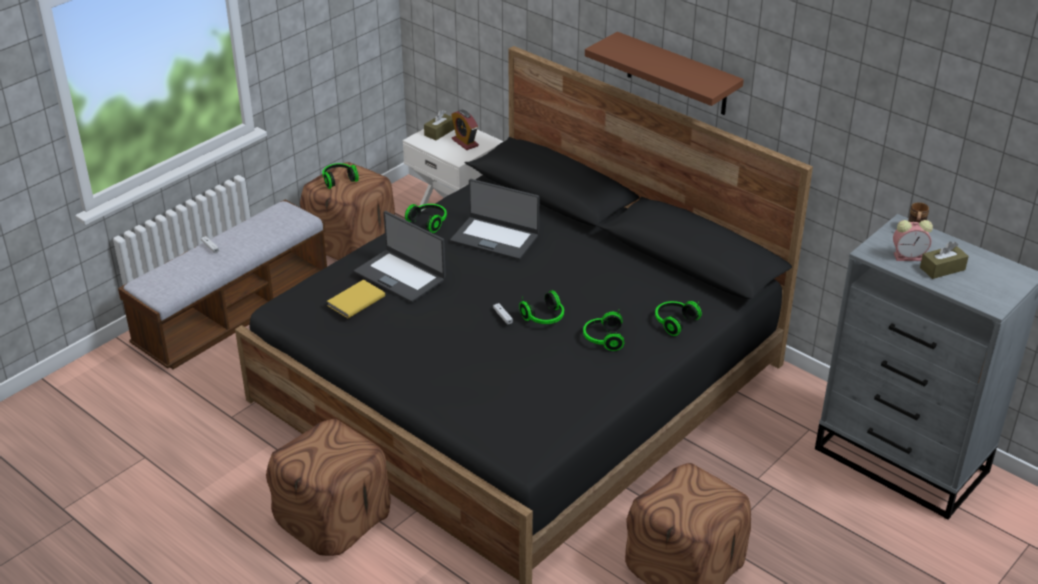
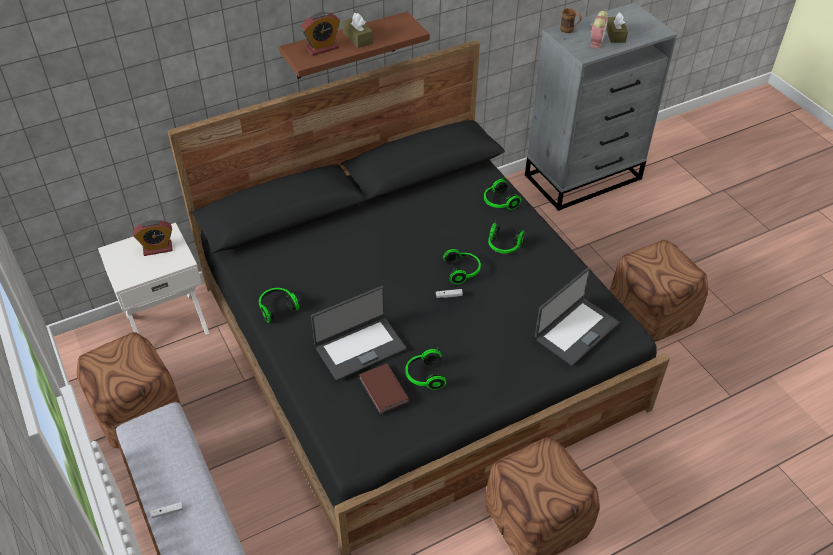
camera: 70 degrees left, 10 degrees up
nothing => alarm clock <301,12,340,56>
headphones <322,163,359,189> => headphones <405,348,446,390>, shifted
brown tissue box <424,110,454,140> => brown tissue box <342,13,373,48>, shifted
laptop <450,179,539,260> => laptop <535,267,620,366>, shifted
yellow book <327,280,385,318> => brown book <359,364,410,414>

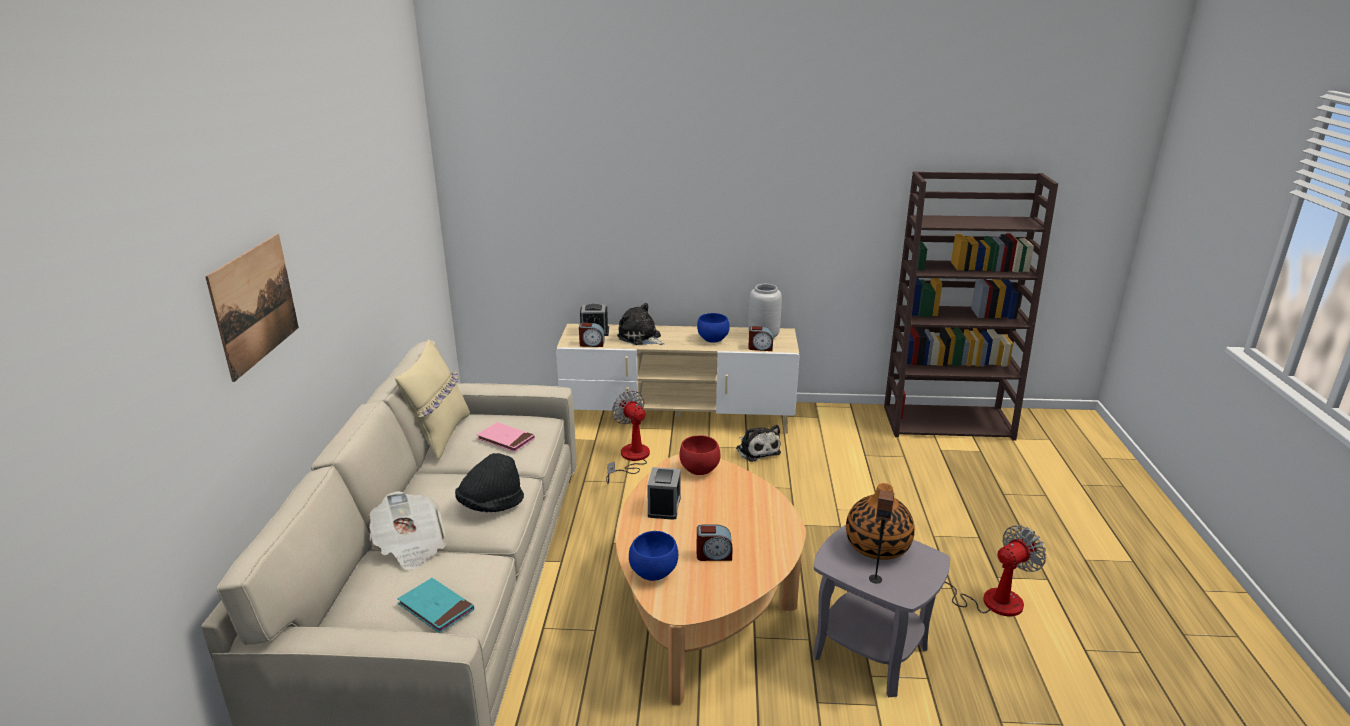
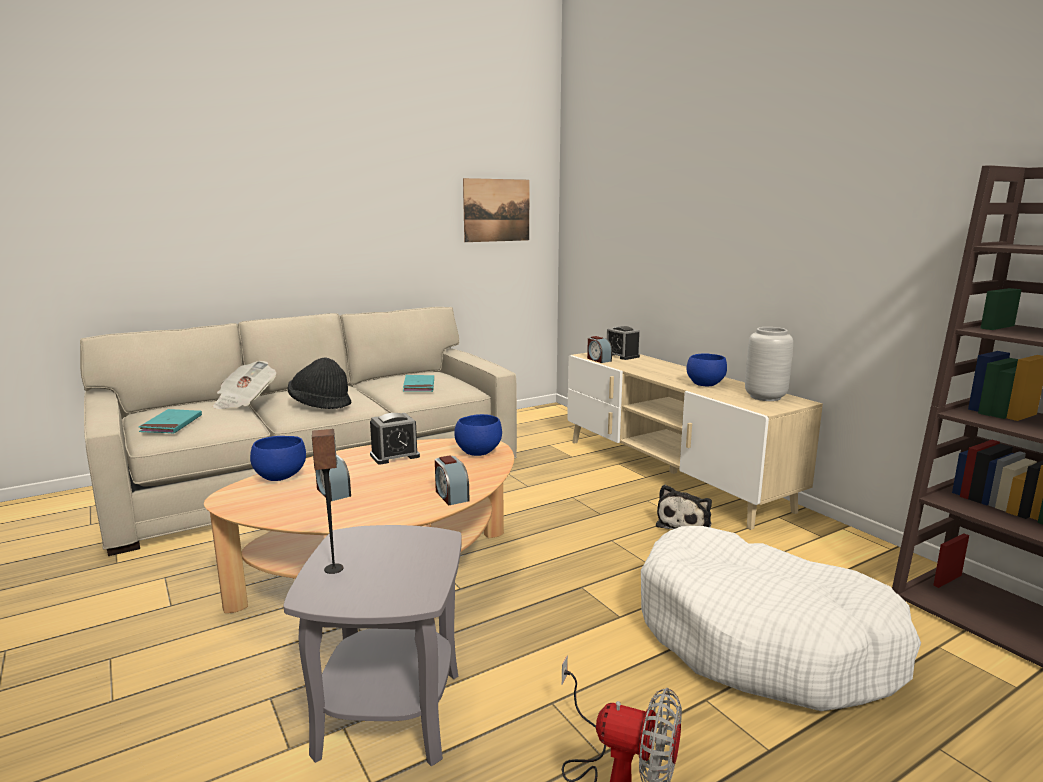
camera: 55 degrees right, 10 degrees down
beige pillow <395,339,470,461> => nothing
fan <606,390,650,484> => nothing
plush toy <617,303,665,345> => nothing
vase <846,483,915,560> => nothing
nothing => white dog bed <641,526,921,711>
picture <205,234,299,382> => picture <463,178,529,242>, shifted
alarm clock <748,326,773,351> => alarm clock <435,455,470,505>, shifted
pink book <477,422,535,452> => turquoise book <403,375,434,392>
red bowl <680,435,720,475> => blue bowl <454,414,502,456>

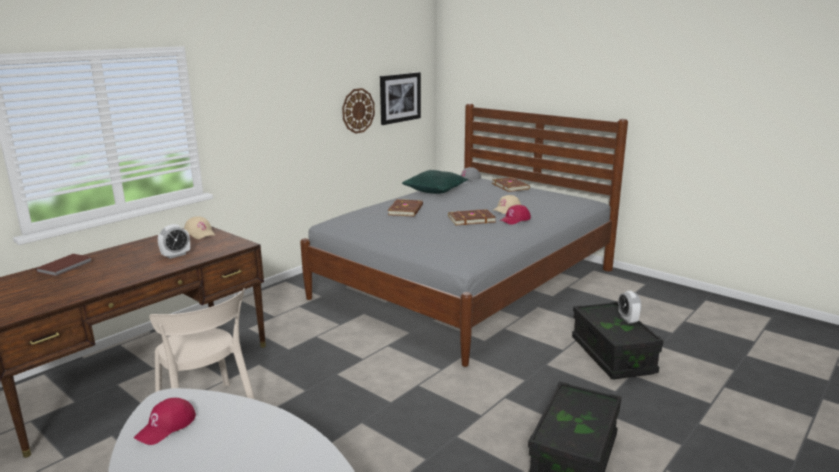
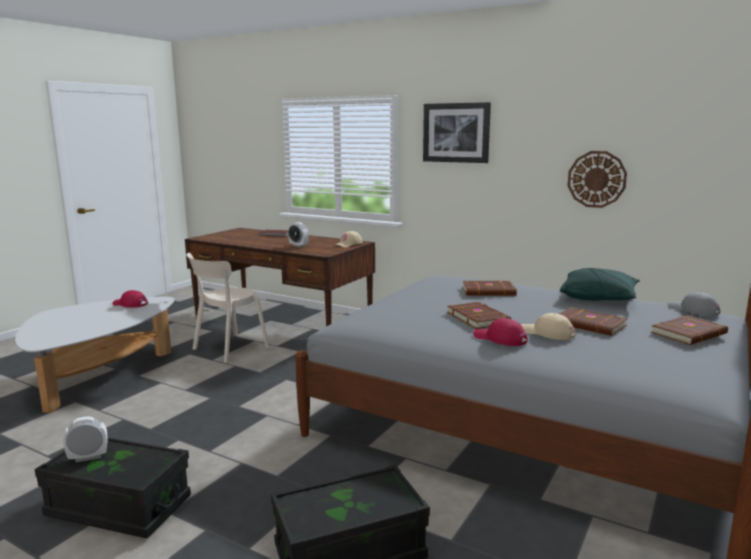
camera: 80 degrees right, 5 degrees down
nothing => brown book <559,307,628,336>
picture <380,72,421,125> => picture <423,102,491,163>, shifted
alarm clock <618,291,641,324> => alarm clock <63,416,107,463>, shifted

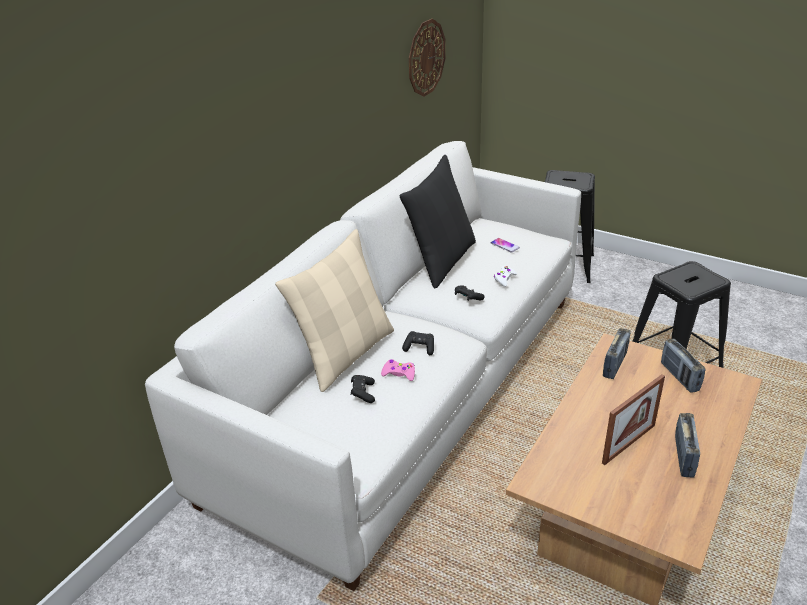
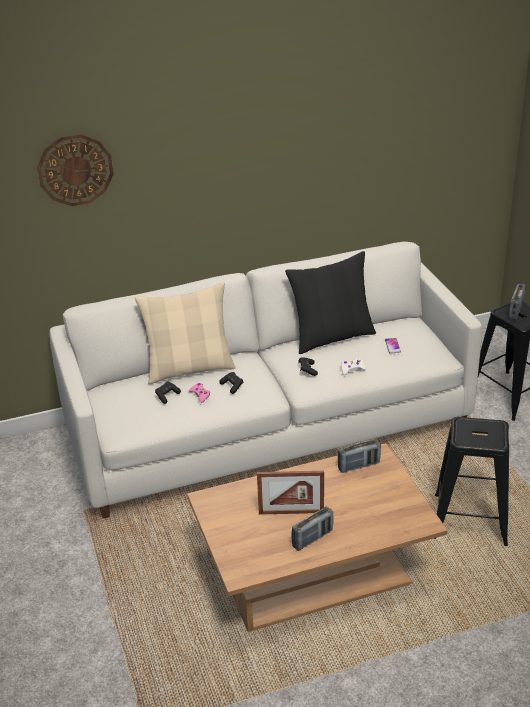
camera: 40 degrees right, 0 degrees up
wall clock <409,19,445,97> => wall clock <37,134,114,206>, shifted
radio <661,339,705,393> => radio <509,283,525,320>, shifted

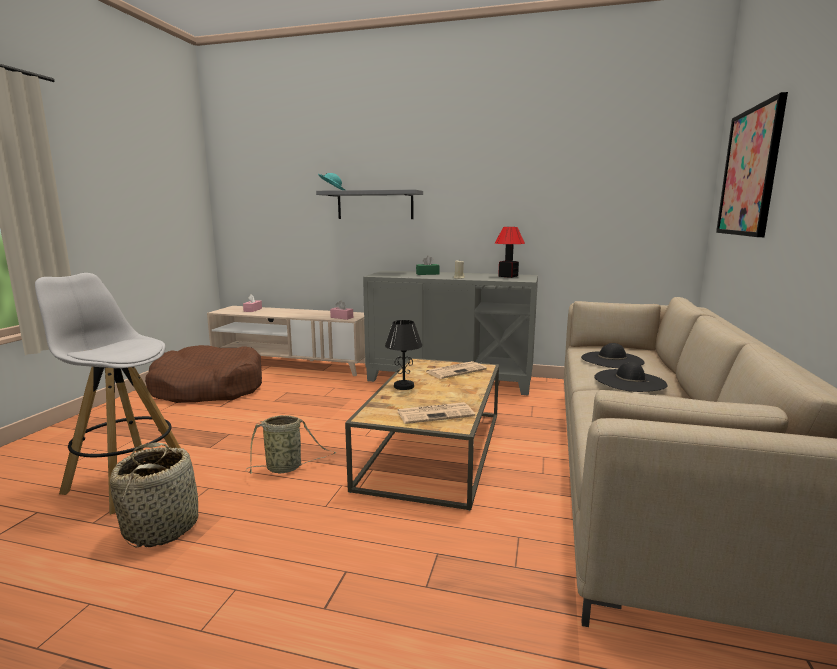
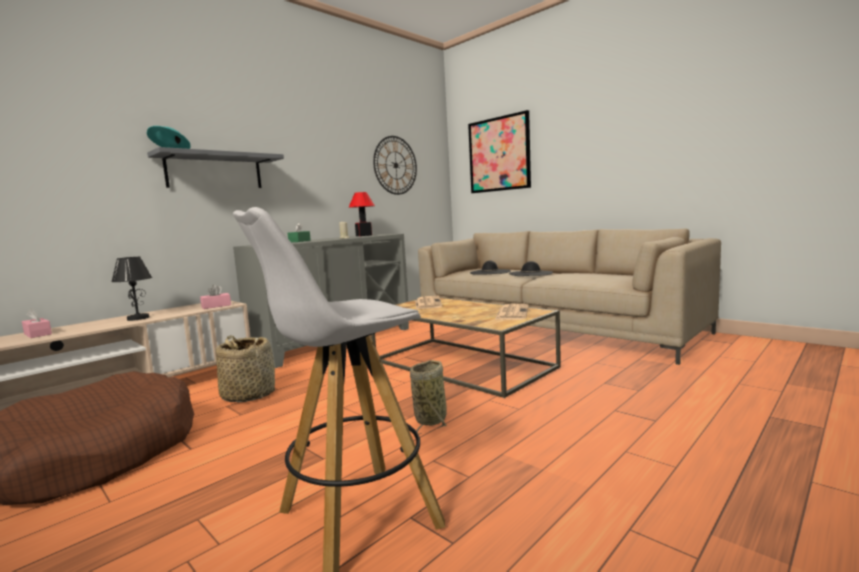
camera: 60 degrees left, 5 degrees down
nothing => wall clock <373,136,417,195>
basket <110,442,198,547> => basket <216,335,275,402>, shifted
black table lamp <385,320,422,390> => black table lamp <112,257,152,321>, shifted

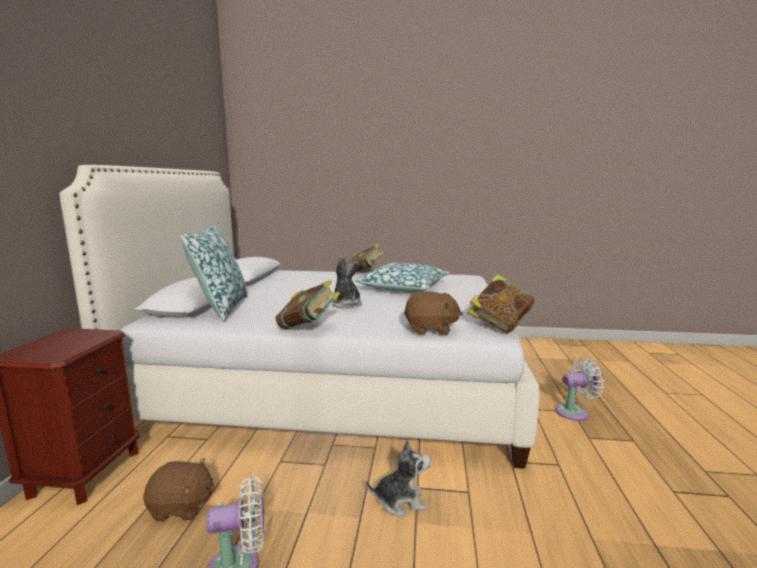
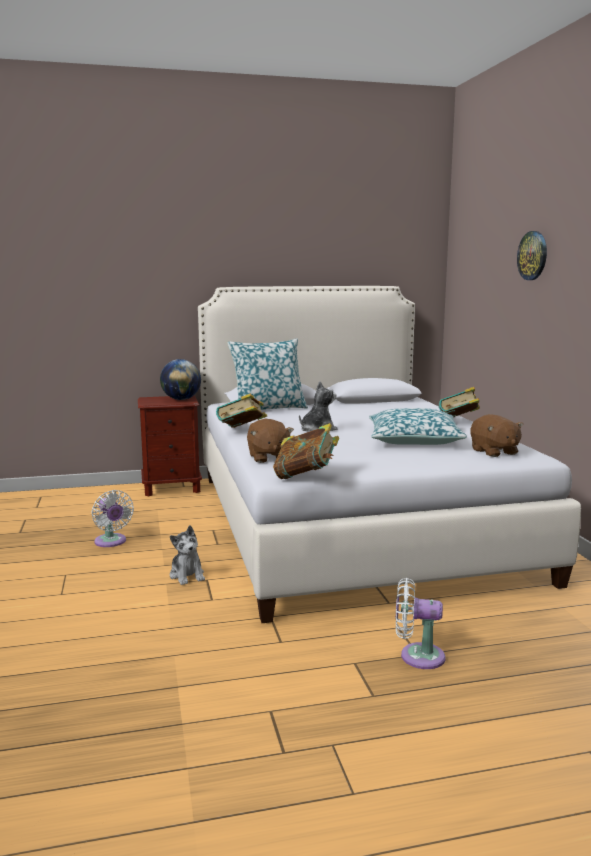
camera: 70 degrees right, 0 degrees up
nothing => globe <160,359,201,400>
nothing => wall clock <517,231,547,280>
brown plush toy <143,458,216,521> => brown plush toy <471,414,524,457>, shifted
white fan <556,358,605,421> => white fan <396,578,445,669>, 135 degrees clockwise

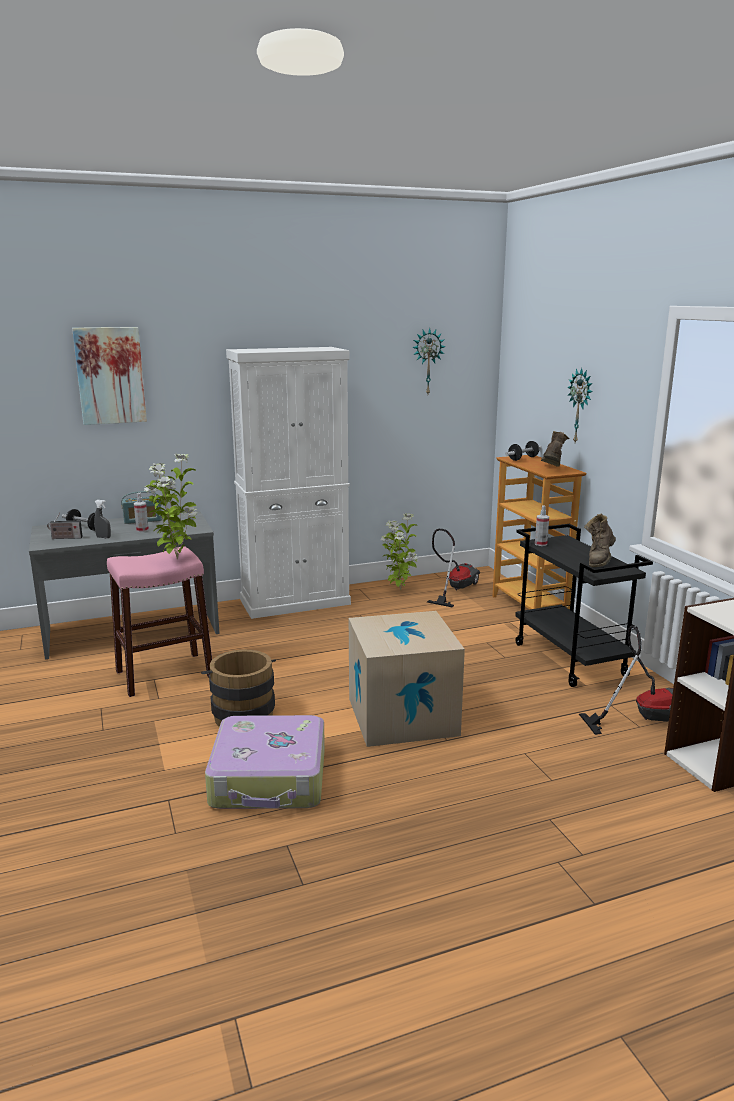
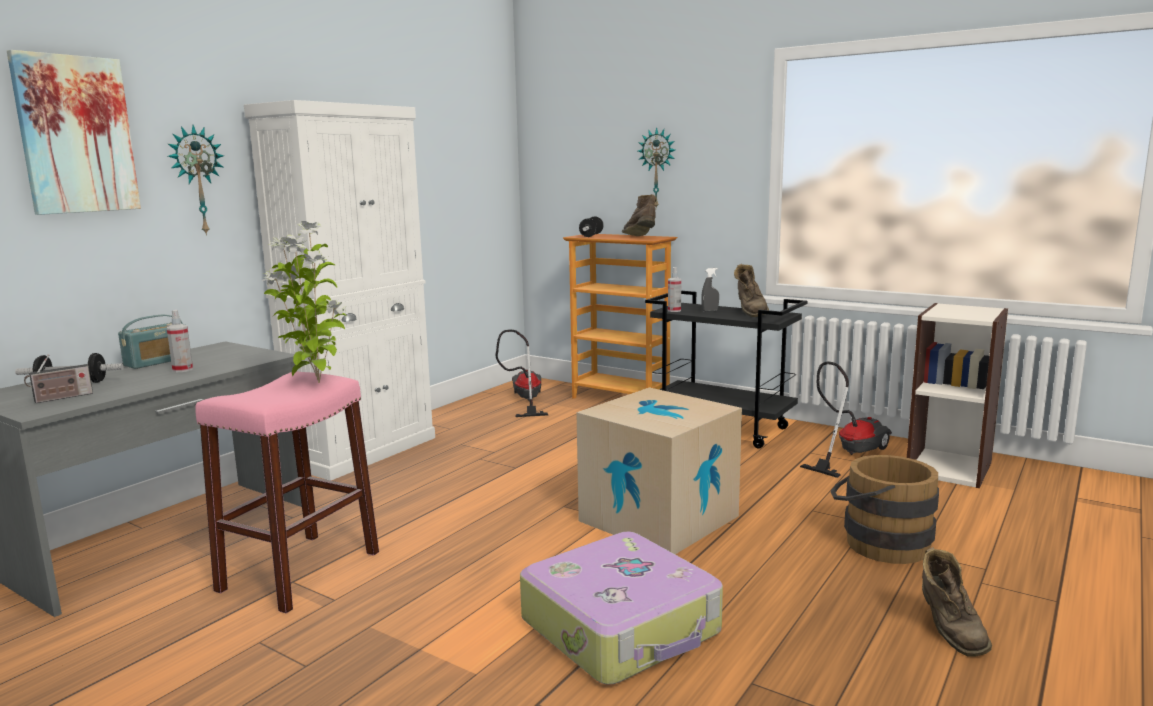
camera: 35 degrees left, 5 degrees down
potted plant <381,513,418,591> => nothing
nothing => brown boot <922,547,992,656>
grey spray bottle <94,500,111,538> => grey spray bottle <701,268,719,312>, shifted
brown bucket <201,649,276,727> => brown bucket <830,455,939,564>, shifted
wall clock <412,328,446,394> => wall clock <168,125,224,236>, shifted

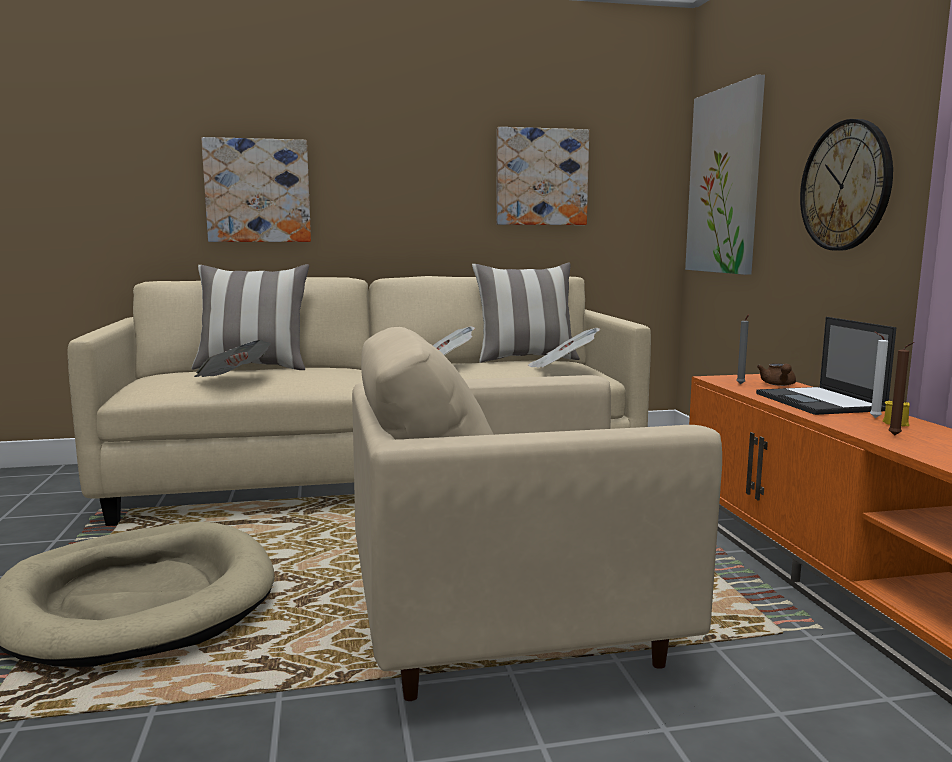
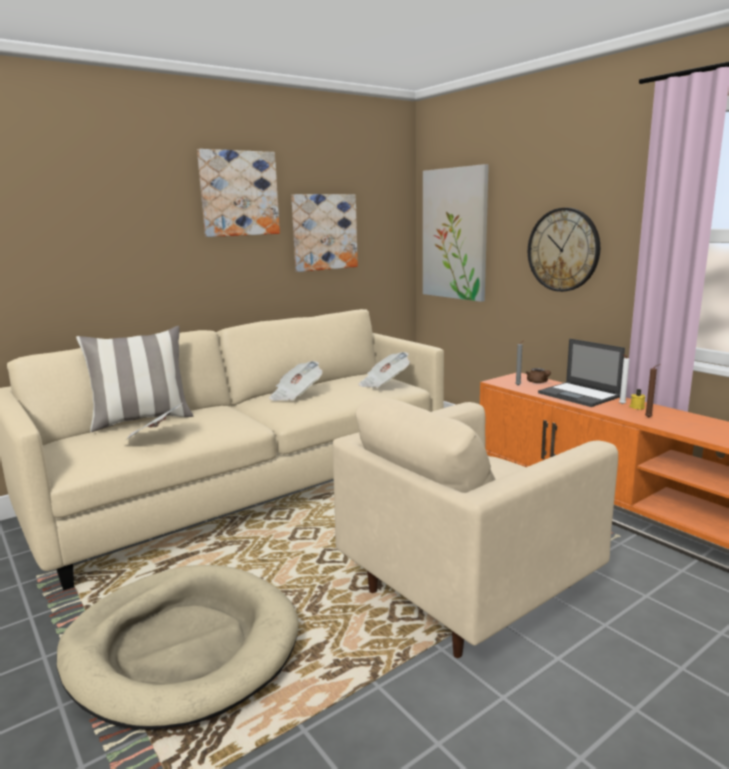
camera: 25 degrees left, 5 degrees up
pillow <472,262,580,363> => nothing
picture <201,137,311,242> => picture <197,149,280,237>, shifted

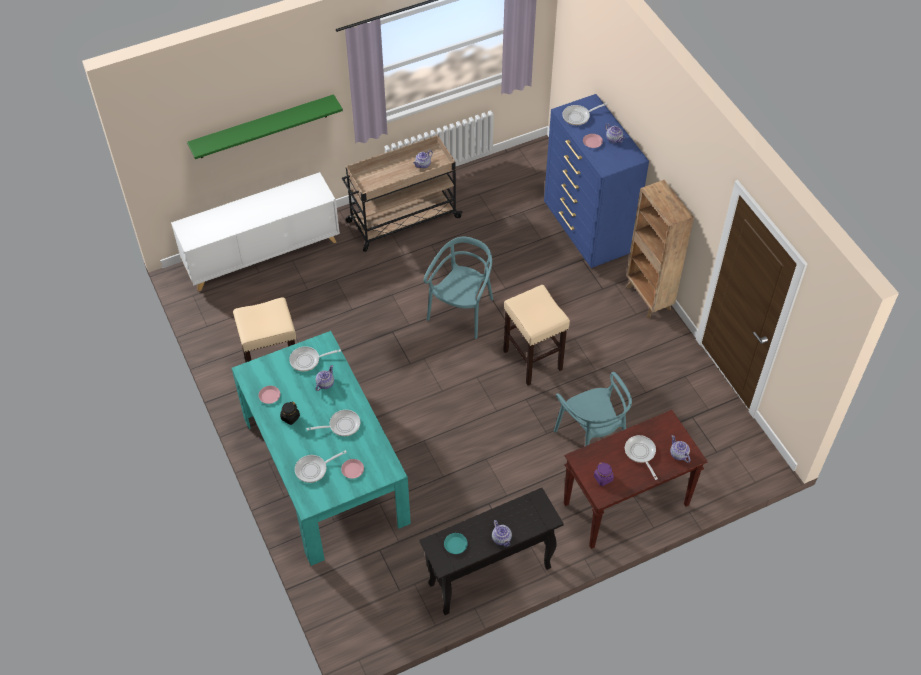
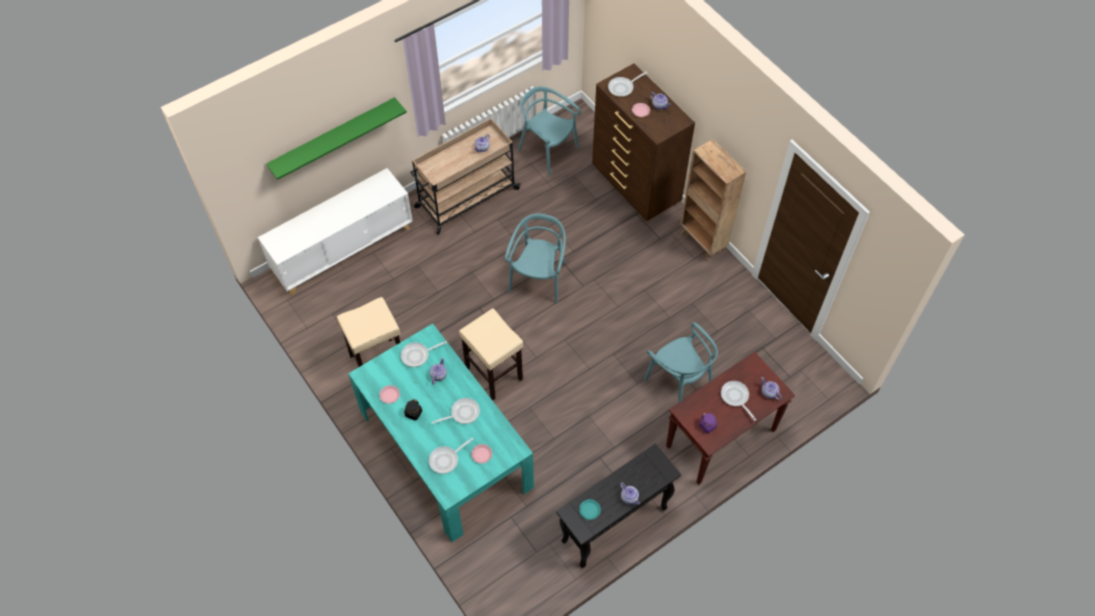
camera: 10 degrees left, 5 degrees up
nothing => turquoise chair <518,86,581,176>
beige stool <503,285,570,385> => beige stool <459,308,523,400>, shifted
blue dresser <544,94,649,268> => brown dresser <592,63,695,221>

